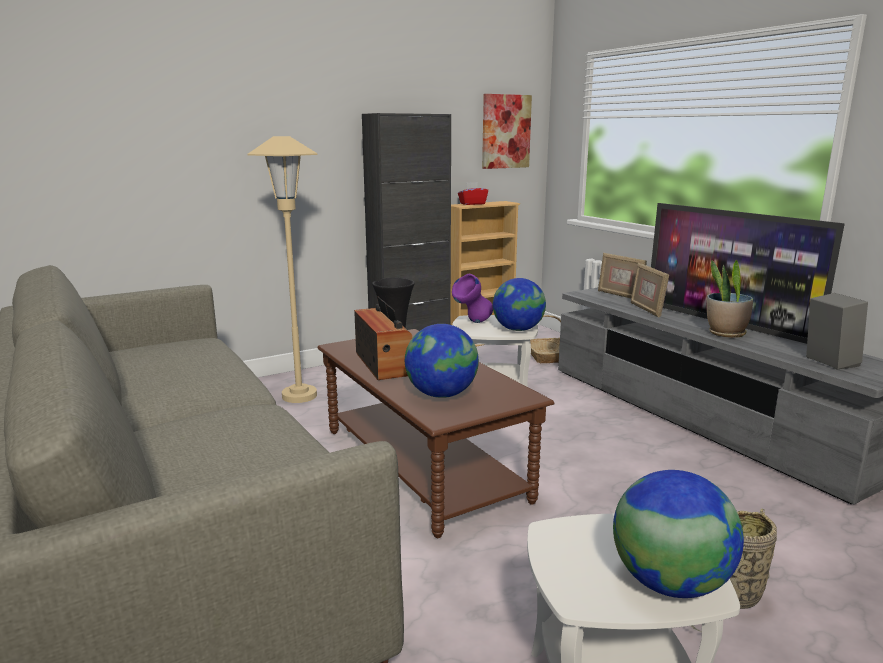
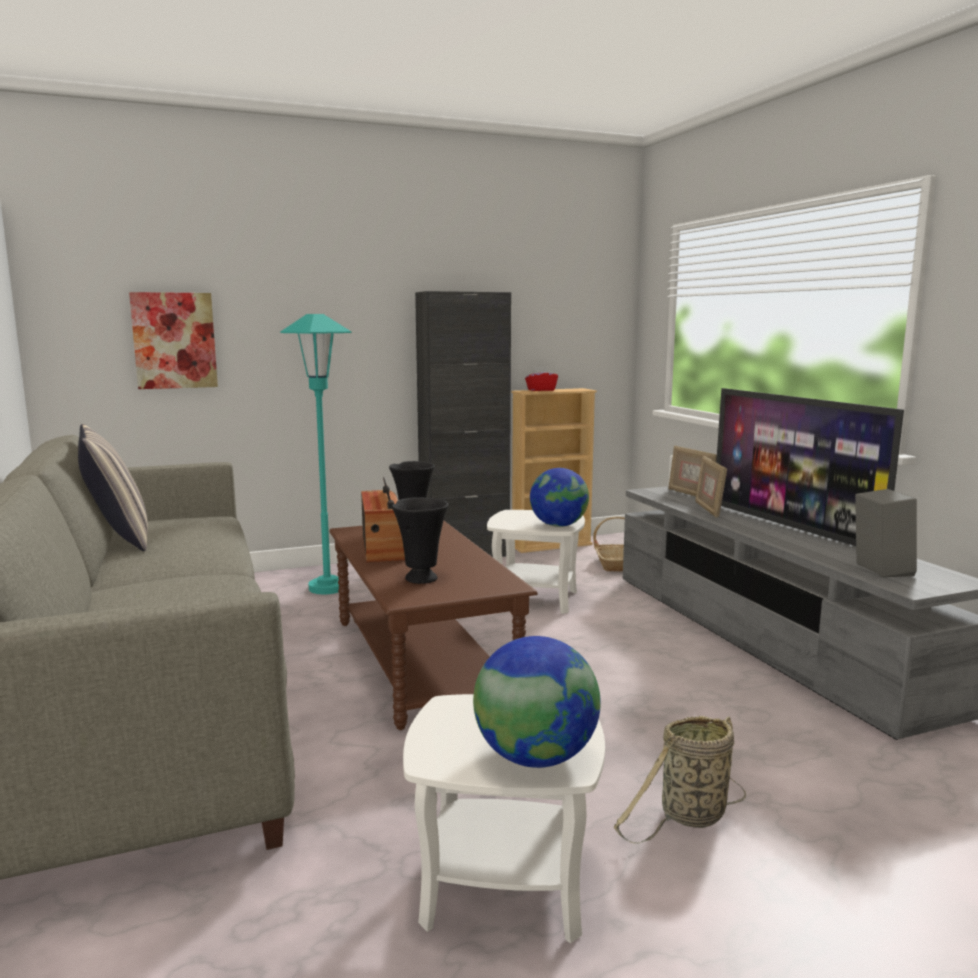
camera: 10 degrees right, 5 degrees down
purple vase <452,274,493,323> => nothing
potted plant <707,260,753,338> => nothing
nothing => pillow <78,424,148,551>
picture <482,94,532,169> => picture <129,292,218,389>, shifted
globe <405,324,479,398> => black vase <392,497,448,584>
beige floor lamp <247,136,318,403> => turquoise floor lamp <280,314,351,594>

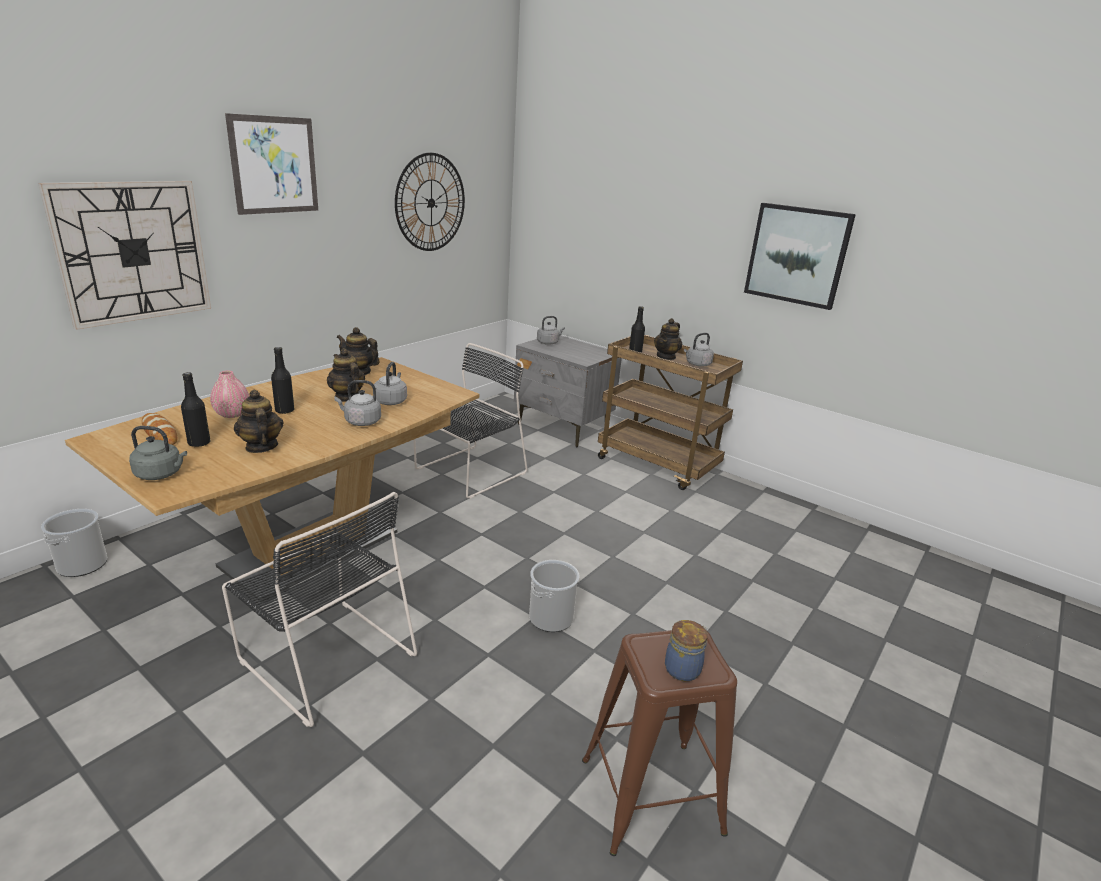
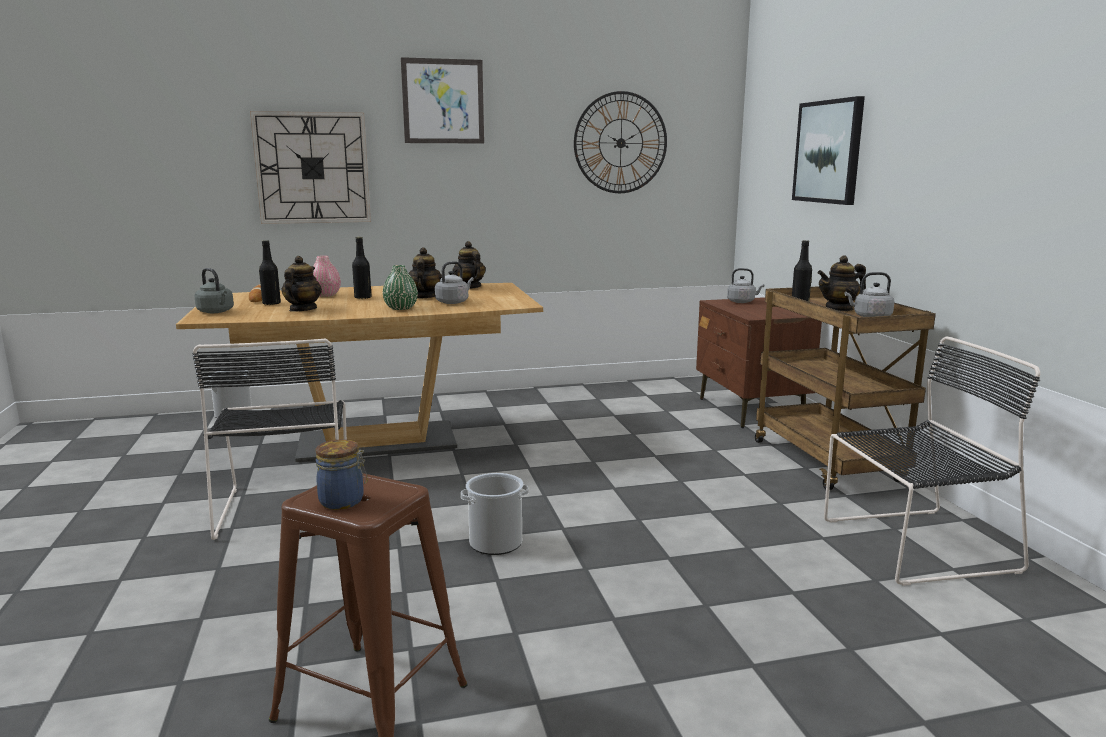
camera: 40 degrees right, 10 degrees down
black chair <413,343,527,499> => black chair <824,336,1040,586>, shifted
picture <744,203,856,310> => picture <792,96,865,205>, shifted
grey kettle <334,380,381,426> => green vase <383,265,418,310>
grey nightstand <514,336,622,447> => brown nightstand <696,297,822,428>

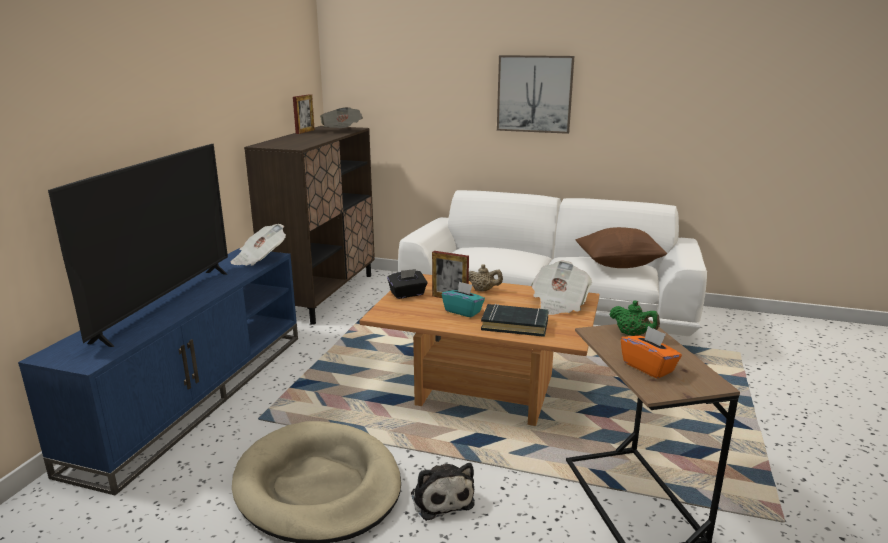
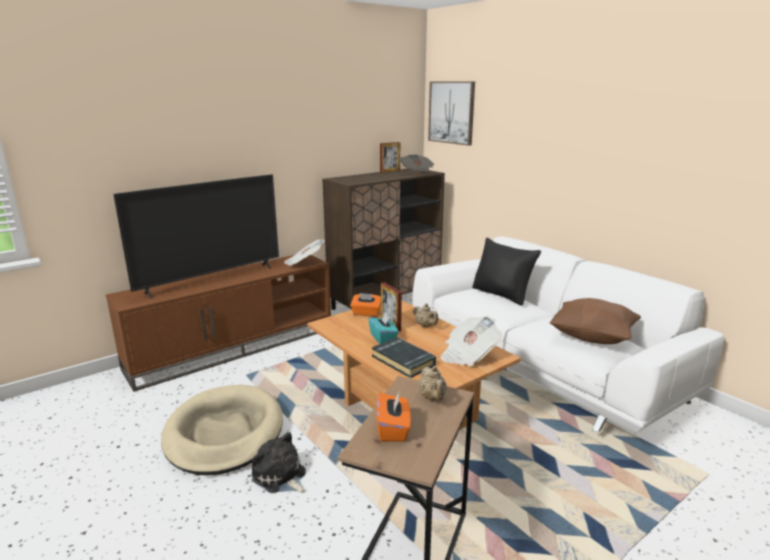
camera: 35 degrees right, 0 degrees up
nothing => black pillow <472,238,541,306>
picture <497,55,574,134> => picture <428,81,475,146>, shifted
blue tv stand <18,248,298,495> => brown tv stand <106,255,331,392>
black tissue box <387,269,427,299> => orange tissue box <350,293,381,317>
green teapot <610,300,660,336> => beige teapot <419,366,447,401>
plush toy <411,463,475,521> => plush toy <252,432,306,493>, 120 degrees clockwise

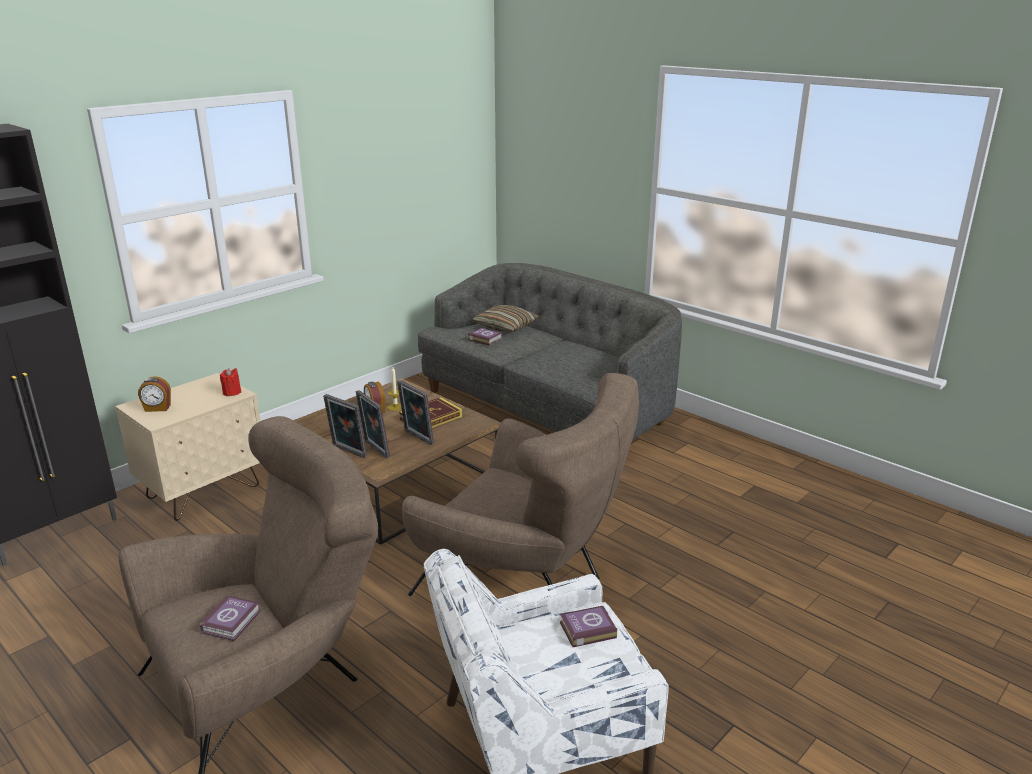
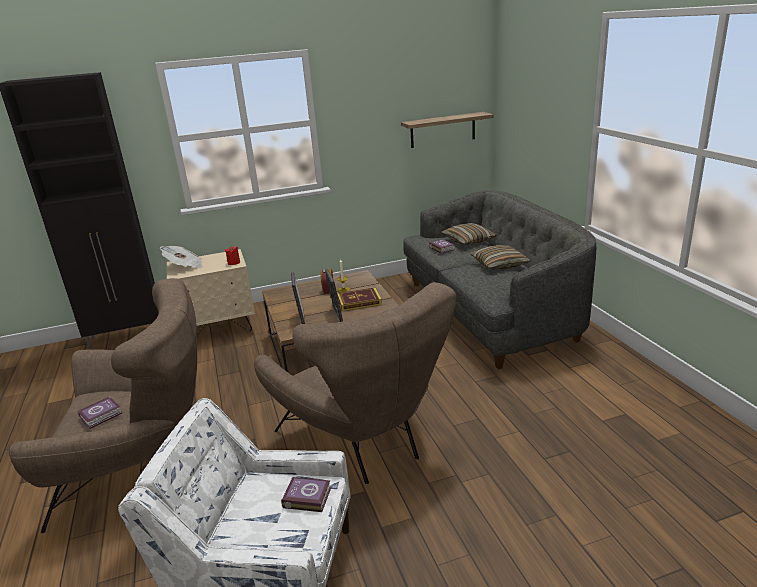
camera: 30 degrees right, 0 degrees up
picture frame <323,394,367,458> => nothing
nothing => shelf <401,112,494,148>
nothing => pillow <470,245,531,270>
alarm clock <138,376,171,412> => newspaper <160,246,203,268>

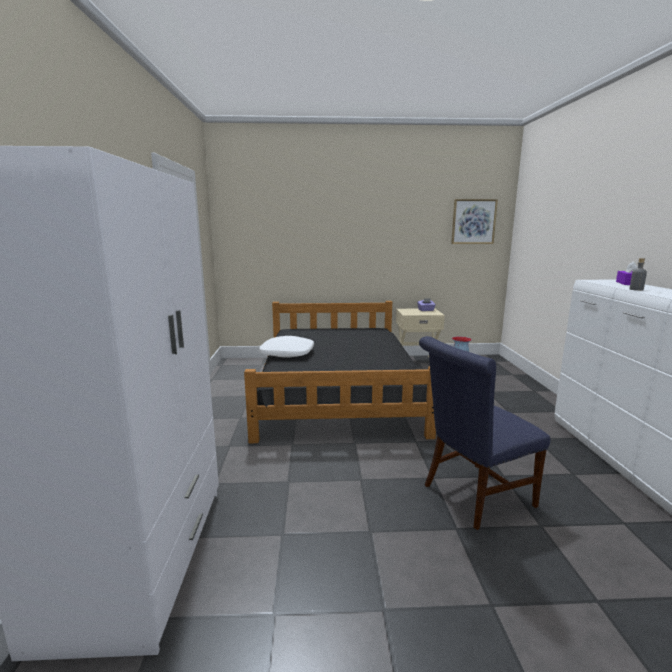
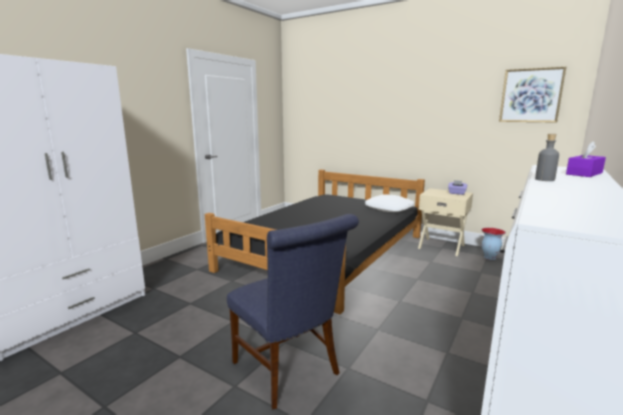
camera: 35 degrees right, 0 degrees up
white pillow <259,336,314,357> => white pillow <365,195,415,212>, shifted
blue chair <419,336,551,530> => blue chair <227,214,359,410>, 135 degrees counterclockwise

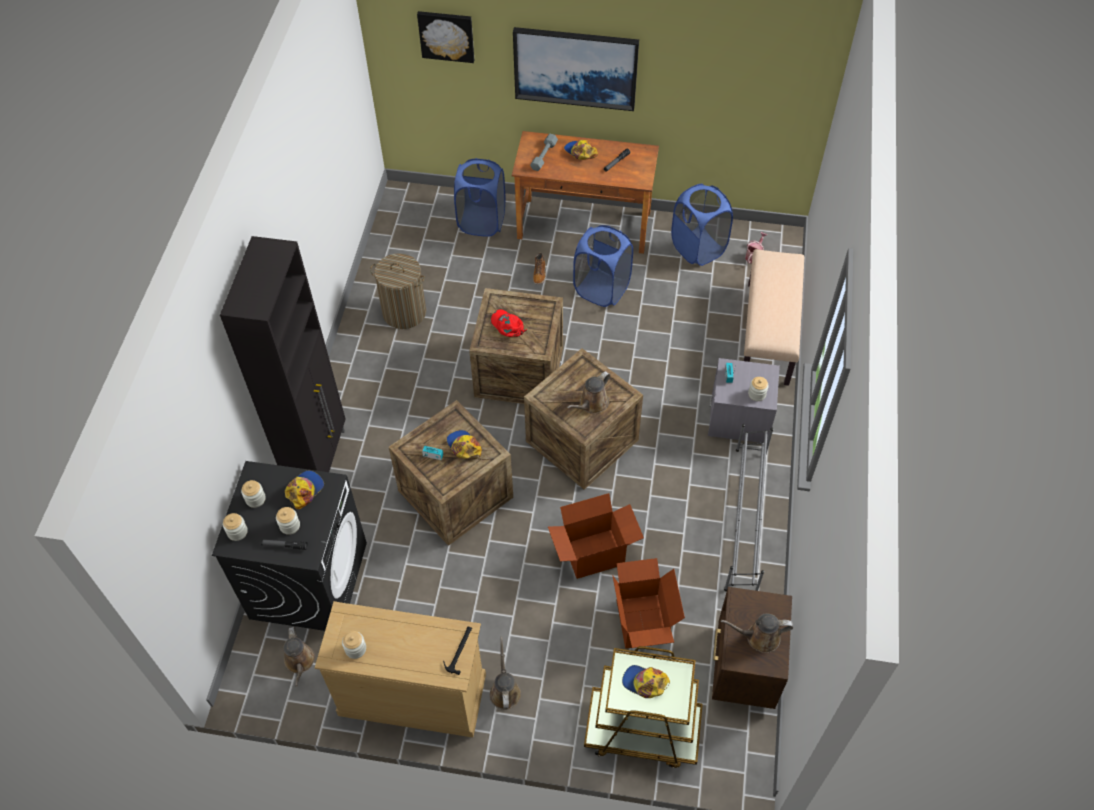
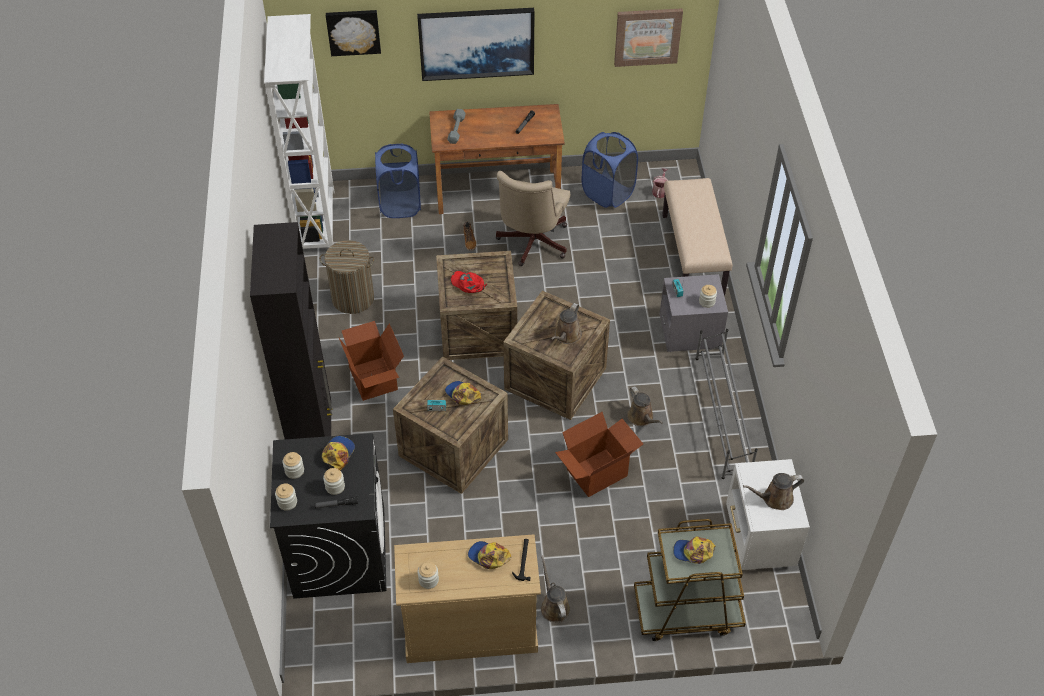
camera: 15 degrees left, 5 degrees down
nothing => white bookcase <264,14,334,249>
nothing => picture <614,8,683,67>
brown watering can <283,627,315,686> => brown watering can <627,386,663,426>, shifted
cap <564,140,598,160> => cap <468,541,511,569>, shifted
cardboard box <612,558,685,649> => cardboard box <339,321,404,401>, shifted
blue laundry basket <573,225,633,307> => beige office chair <496,171,570,266>
brown nightstand <712,587,792,709> => white nightstand <726,459,810,570>

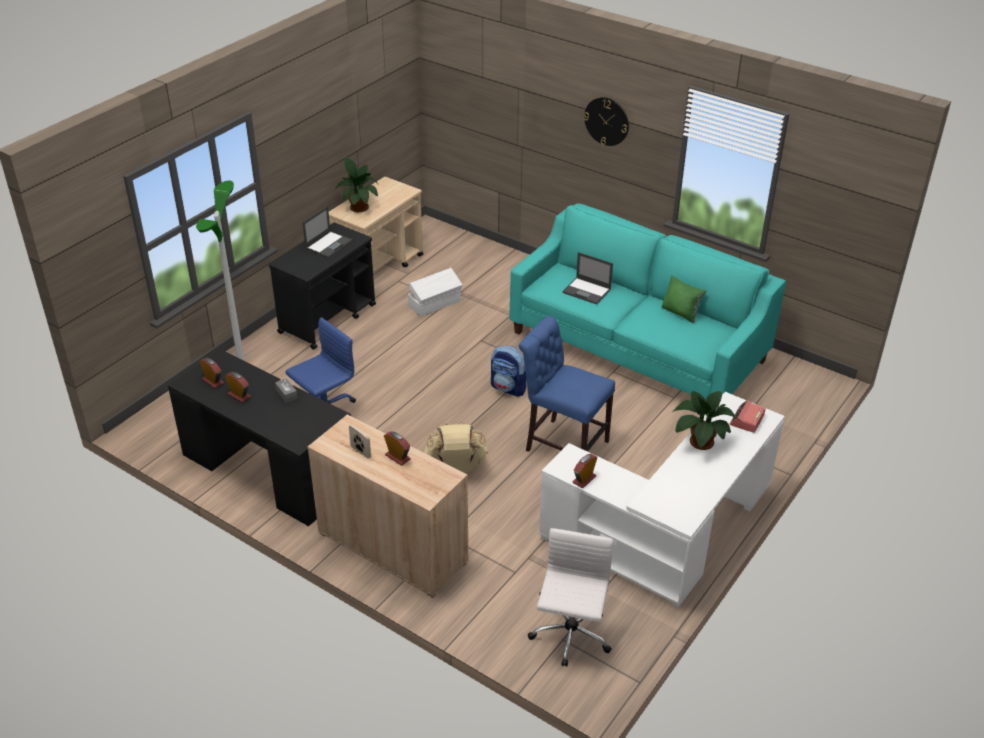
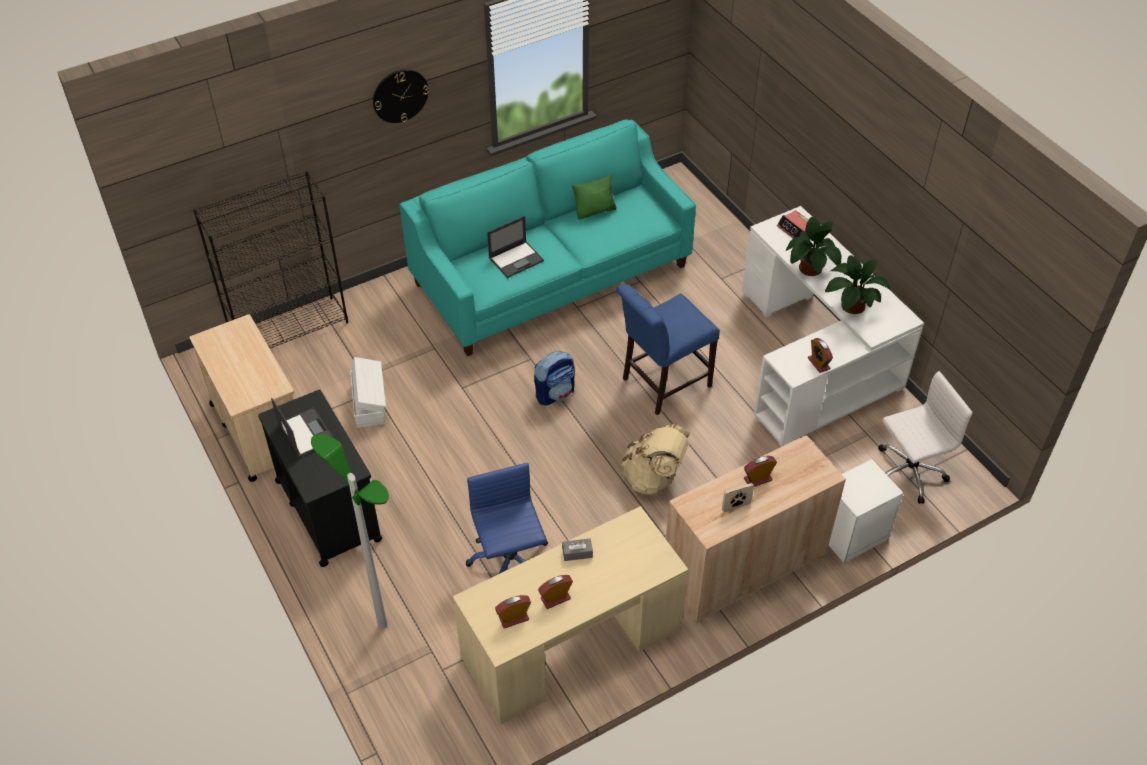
camera: 65 degrees left, 10 degrees up
nothing => black bookcase <193,170,348,348>
nothing => white nightstand <829,459,903,563>
potted plant <334,157,378,212> => potted plant <825,255,891,314>, shifted
black desk <168,349,351,526> => beige desk <452,506,689,724>
white office chair <528,528,614,667> => white office chair <878,371,972,504>, 120 degrees clockwise

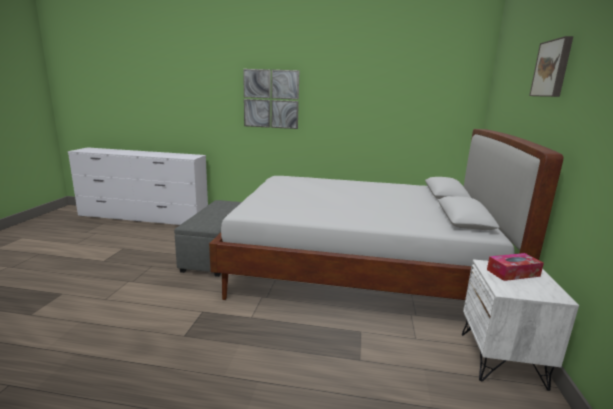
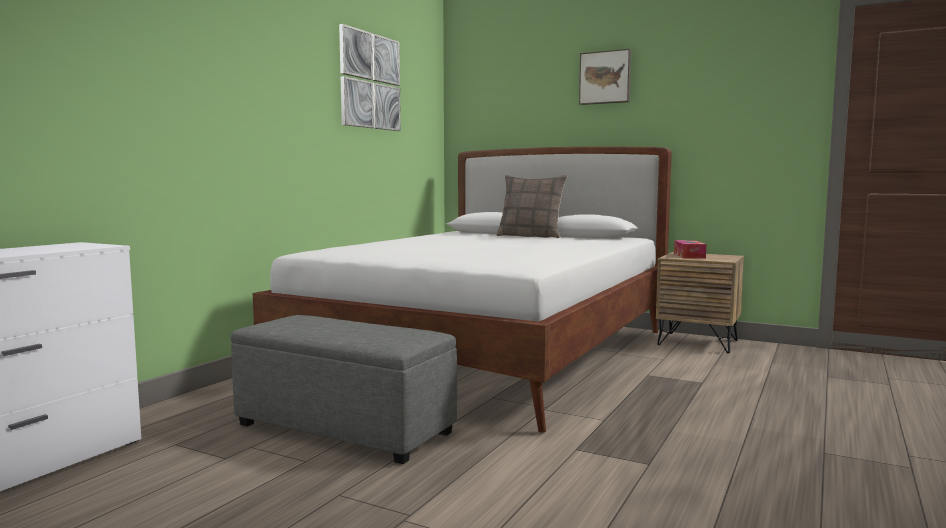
camera: 70 degrees left, 10 degrees down
nothing => pillow <496,175,568,238>
picture <243,69,299,129> => picture <339,24,401,131>, shifted
white nightstand <462,259,579,391> => brown nightstand <656,252,744,353>

